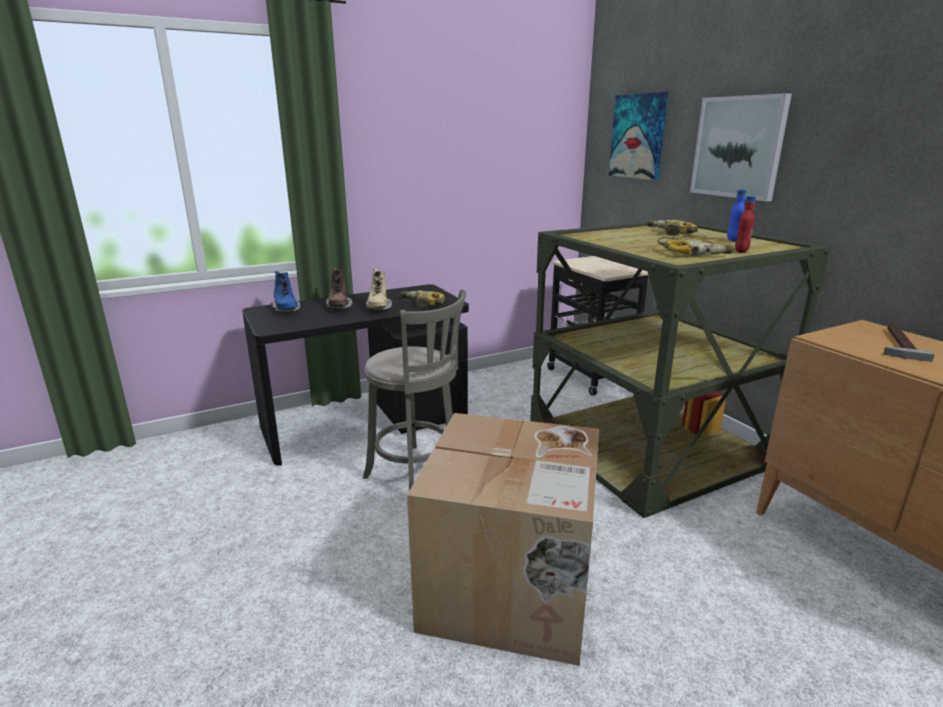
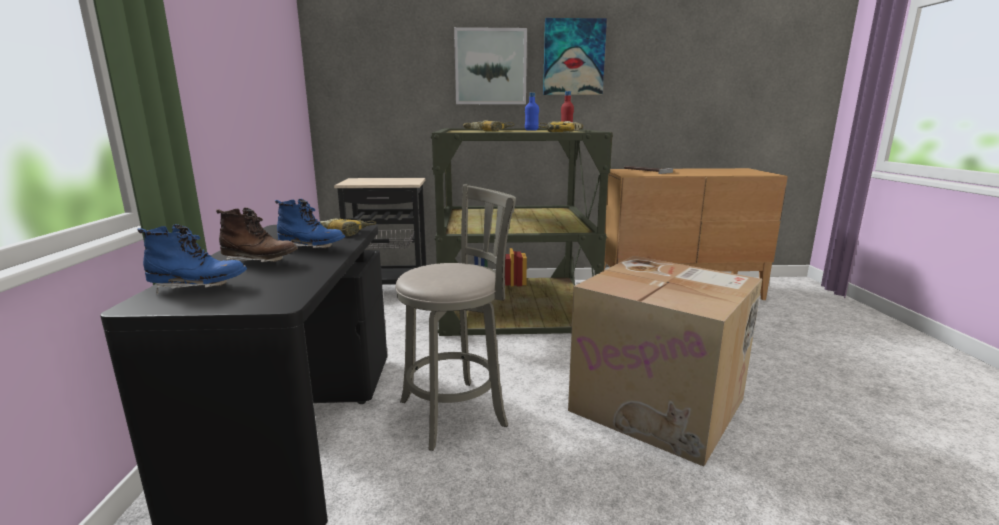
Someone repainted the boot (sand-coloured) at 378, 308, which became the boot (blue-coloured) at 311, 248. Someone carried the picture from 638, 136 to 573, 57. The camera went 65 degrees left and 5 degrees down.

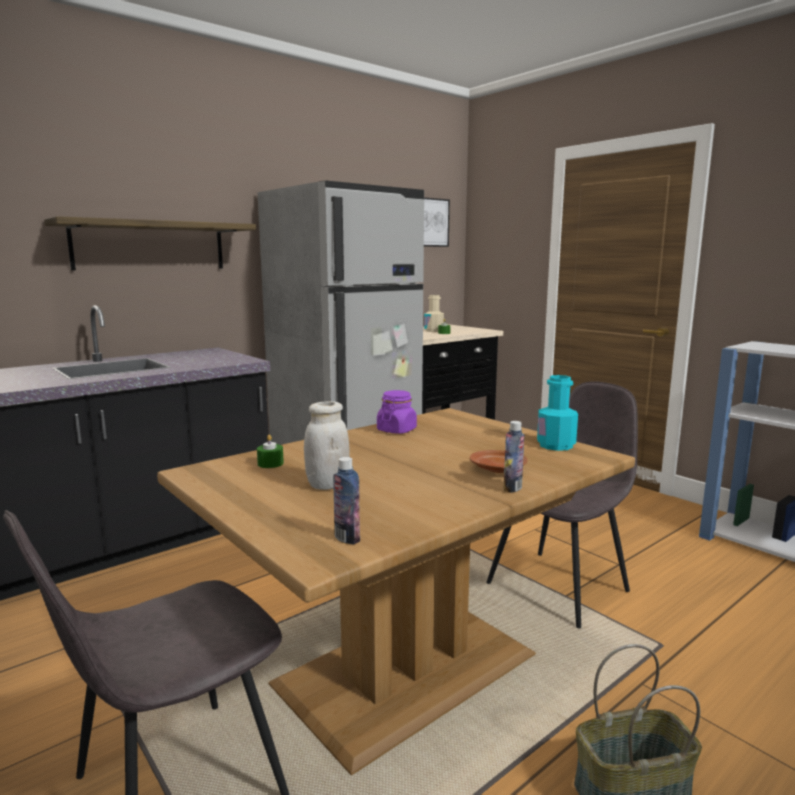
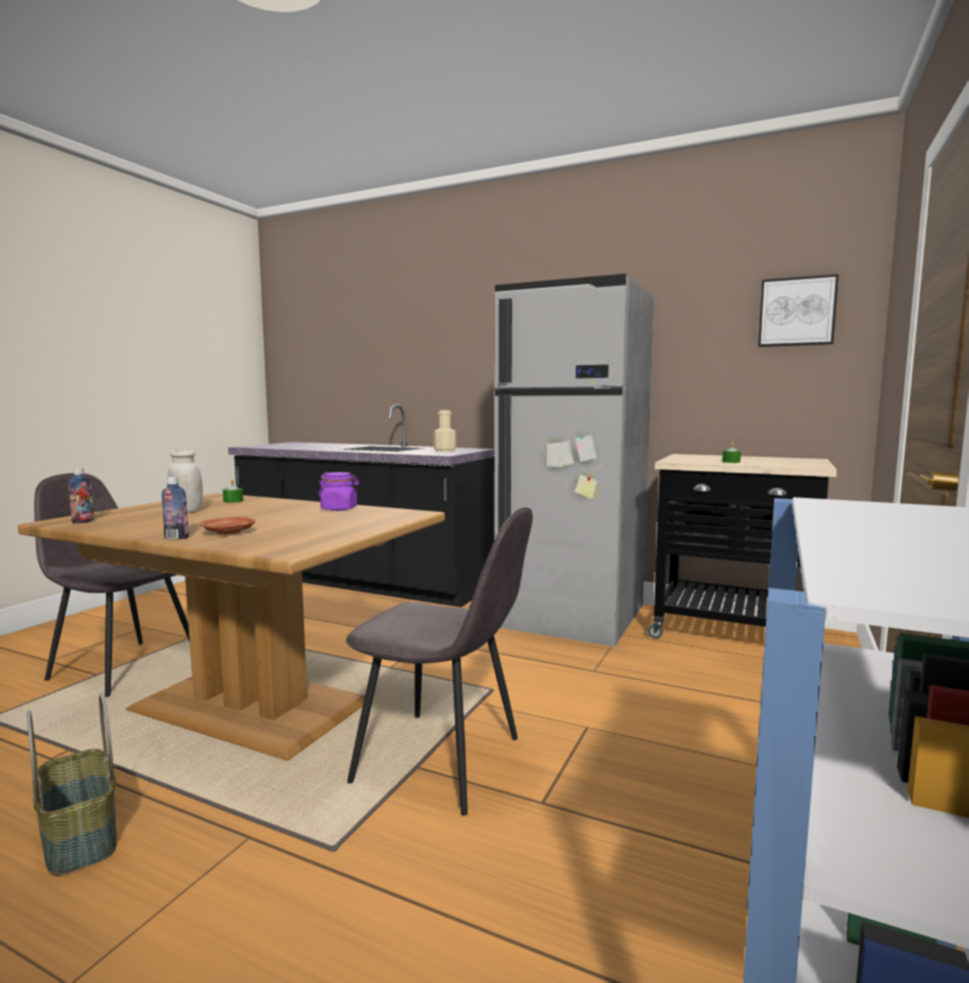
Someone carried the beverage bottle (sand-coloured) from 433, 331 to 445, 451. Someone took away the shelf at 150, 246. Someone took away the beverage bottle (turquoise-coloured) at 556, 445. The camera went 65 degrees right and 5 degrees down.

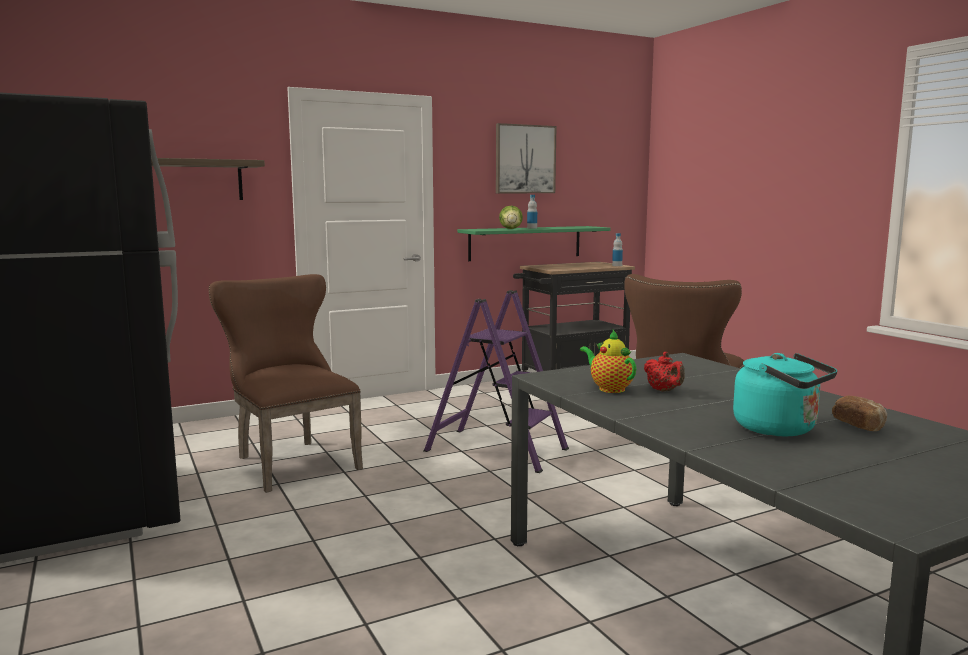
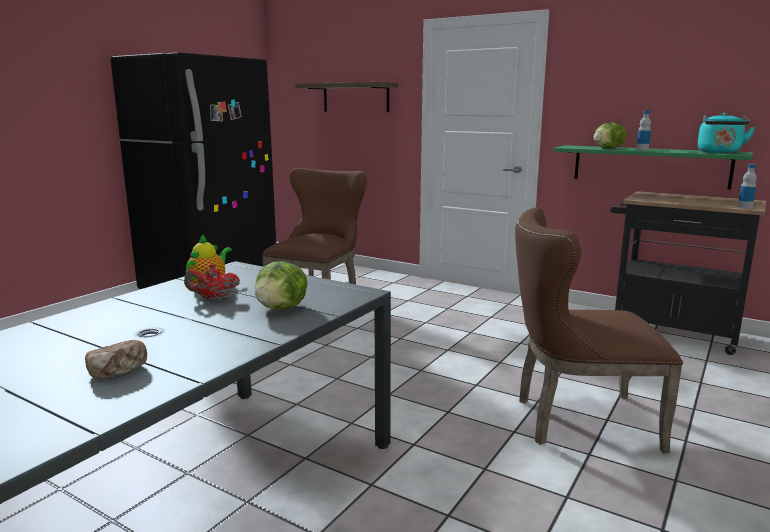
Someone rotated the teapot (red) at 664, 391 by 45 degrees clockwise. Someone put down the lettuce head at 282, 308. Someone carried the kettle (turquoise-coloured) from 780, 429 to 719, 152. Someone took away the step ladder (purple-coloured) at 494, 449. Someone took away the picture at 525, 159. The camera went 60 degrees right and 5 degrees up.

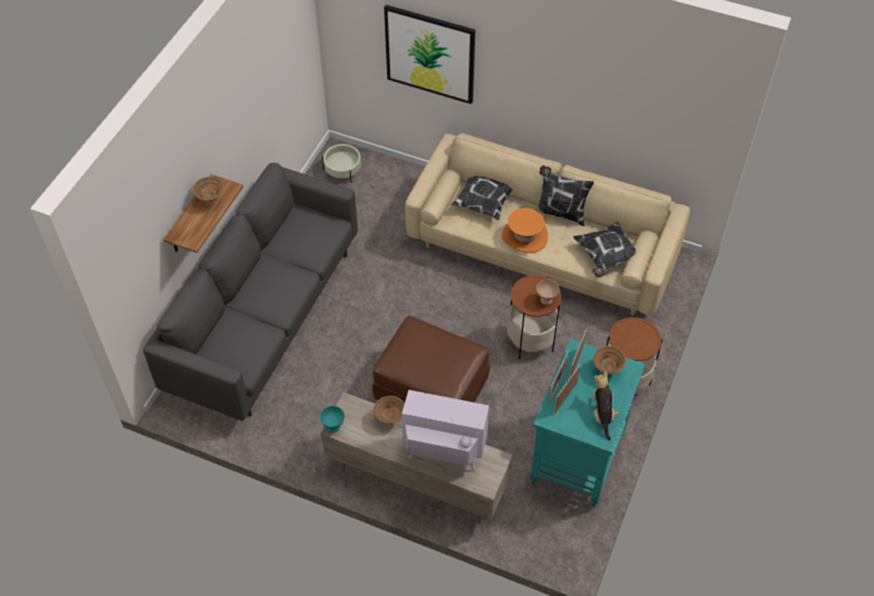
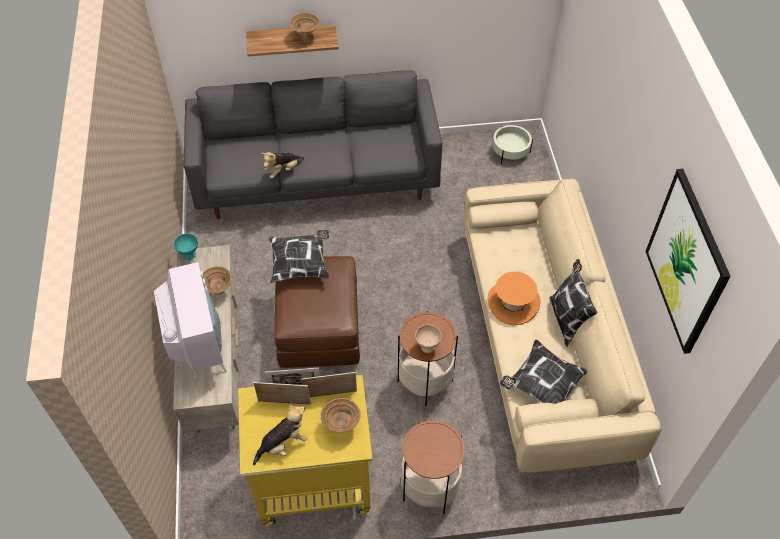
Someone repainted the cart (turquoise-coloured) at 577, 459, which became the cart (yellow) at 312, 484. Someone put down the plush toy at 283, 170. Someone carried the cushion from 483, 202 to 301, 264. Someone carried the picture from 430, 54 to 686, 262. The camera went 60 degrees right and 0 degrees up.

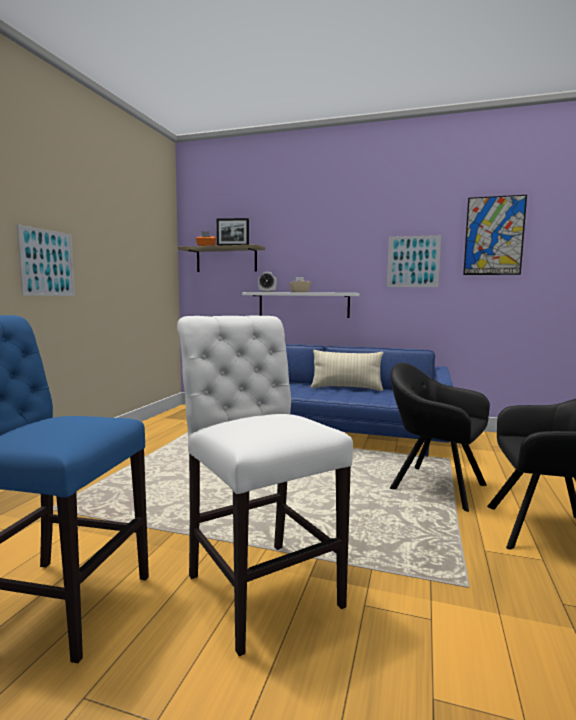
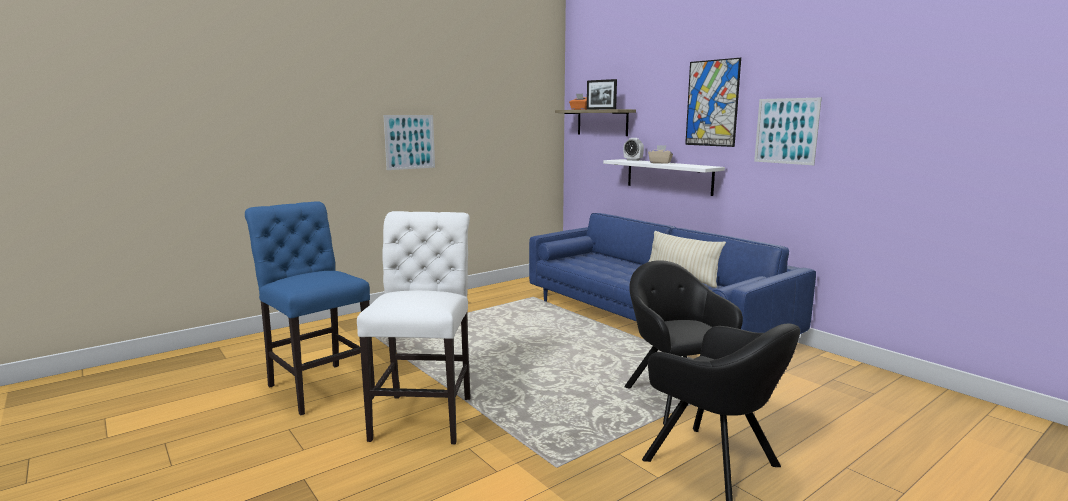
Someone carried the picture from 494, 236 to 712, 103. The camera went 35 degrees right and 5 degrees up.

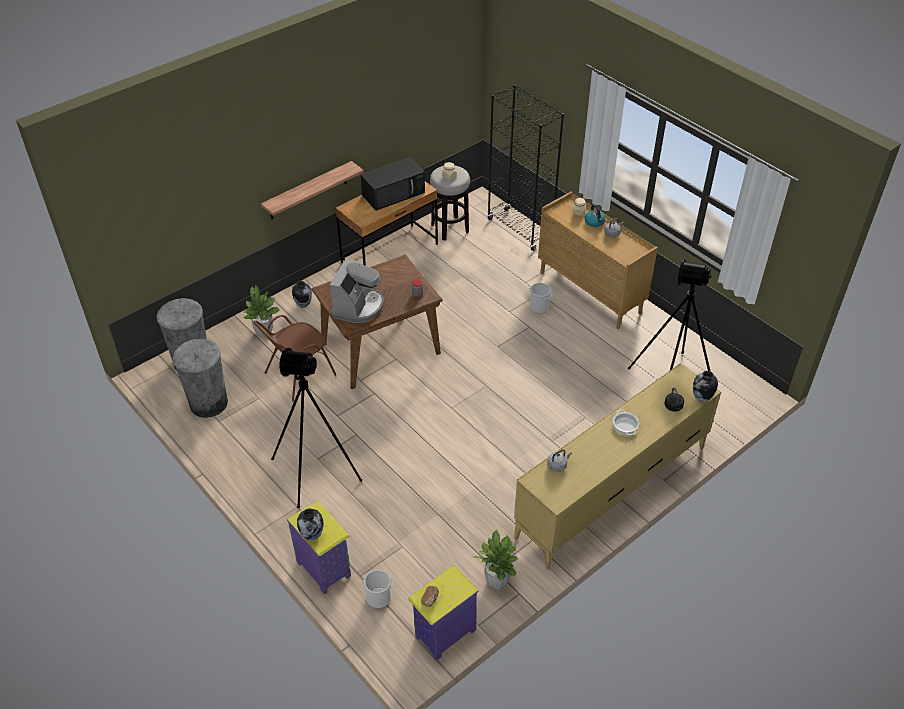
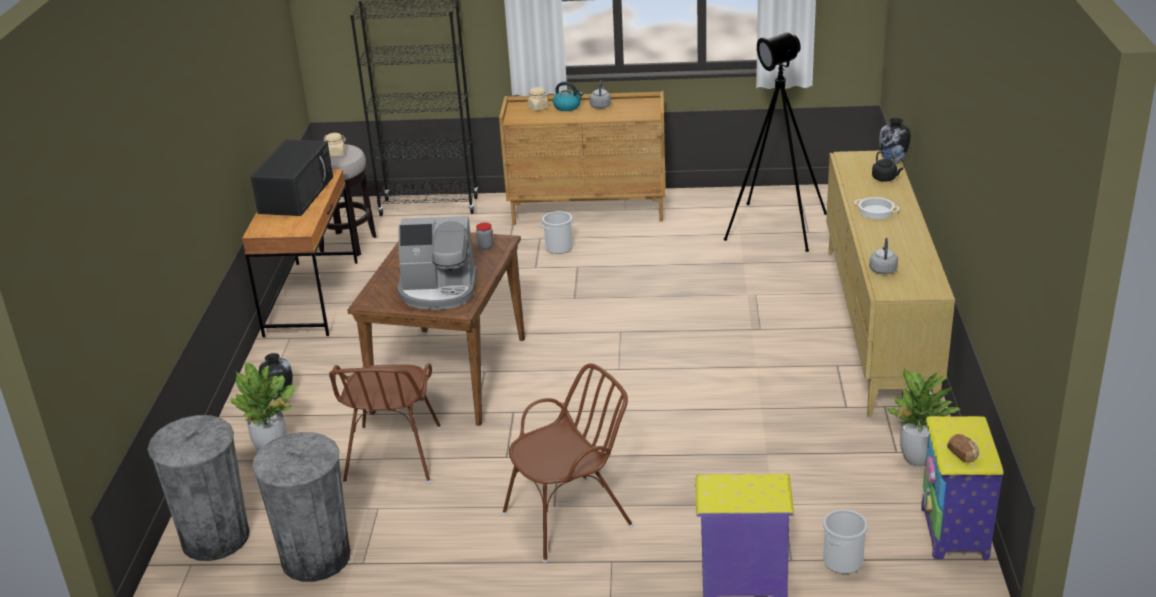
Someone rotated the coffee brewer at 358, 306 by 120 degrees clockwise. Someone swapped the floor lamp (black) at 316, 470 for the chair (brown-coloured) at 571, 516. Someone took away the shelf at 308, 191. Someone took away the vase at 312, 535. The camera went 45 degrees left and 15 degrees down.

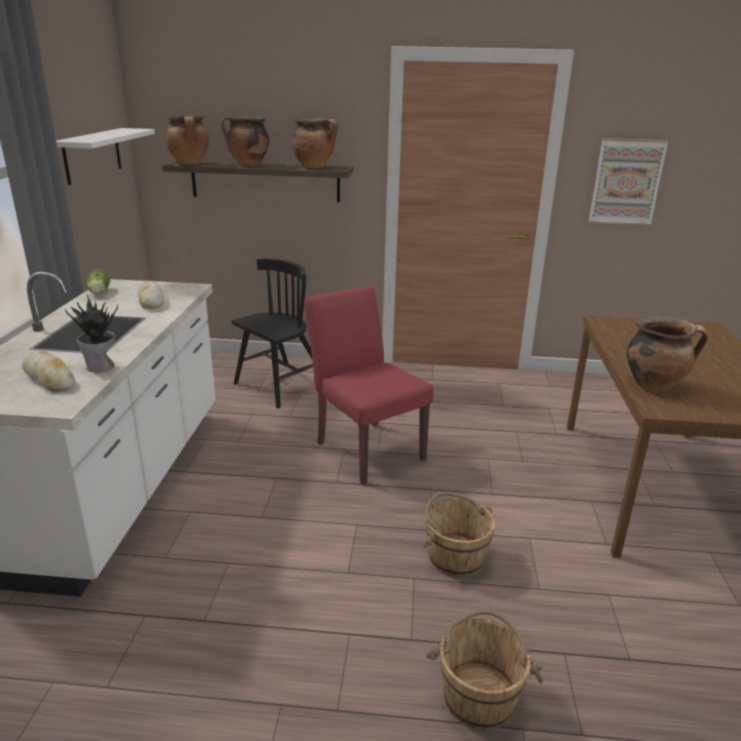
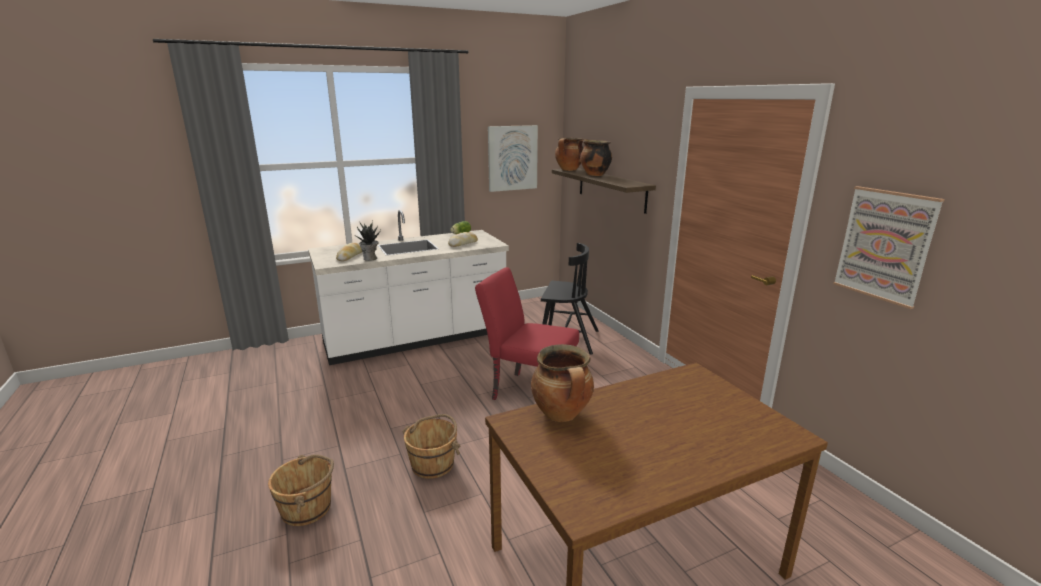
Someone rotated the chair (red) at 365, 447 by 90 degrees counterclockwise. Someone swapped the shelf (white) at 92, 155 for the picture at 512, 158. Someone took away the saucepot at 315, 167. The camera went 60 degrees right and 5 degrees down.

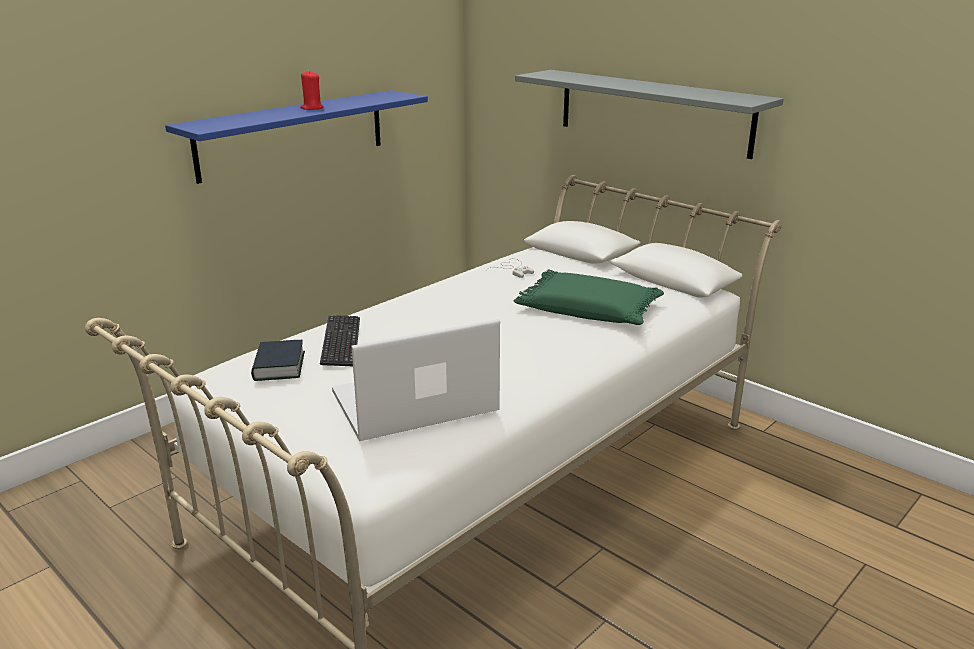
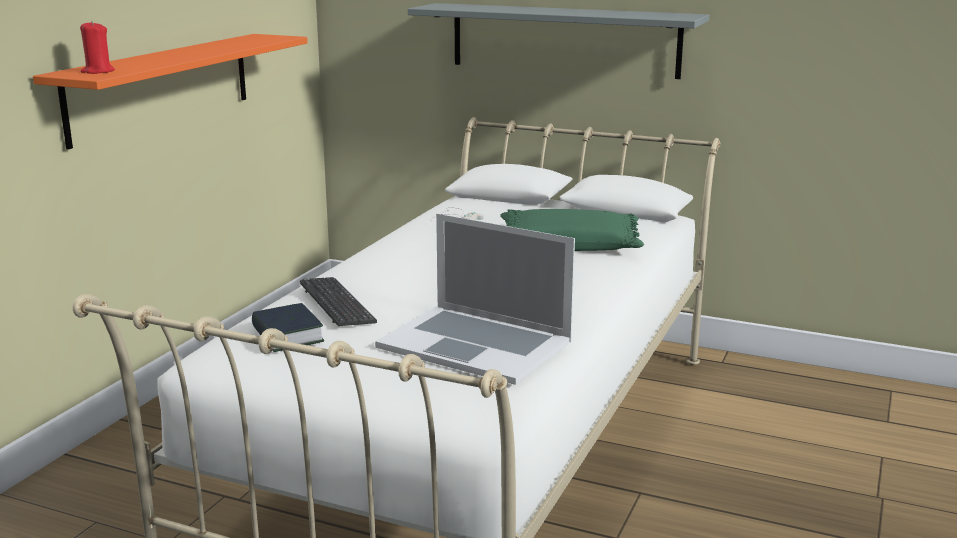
Someone repainted the shelf (blue-coloured) at 293, 134, which became the shelf (orange-coloured) at 161, 87. Someone carried the wax candle (red) from 312, 108 to 97, 72. Someone rotated the portable computer at 415, 402 by 105 degrees counterclockwise. The camera went 20 degrees left and 5 degrees down.

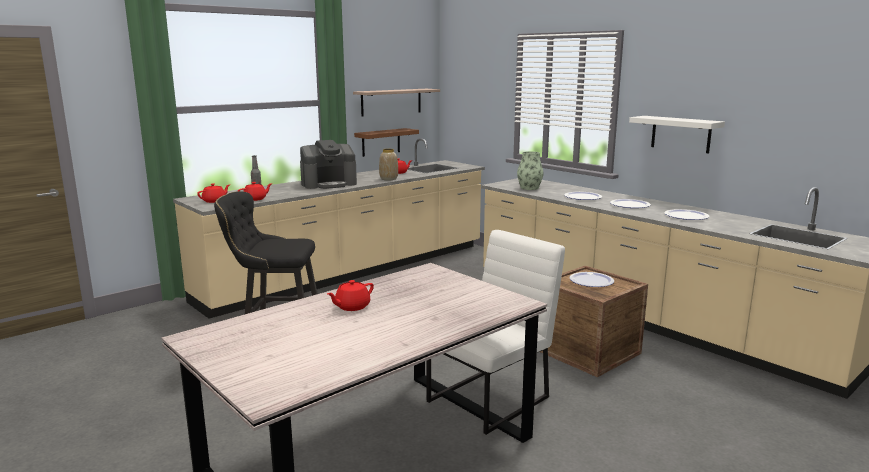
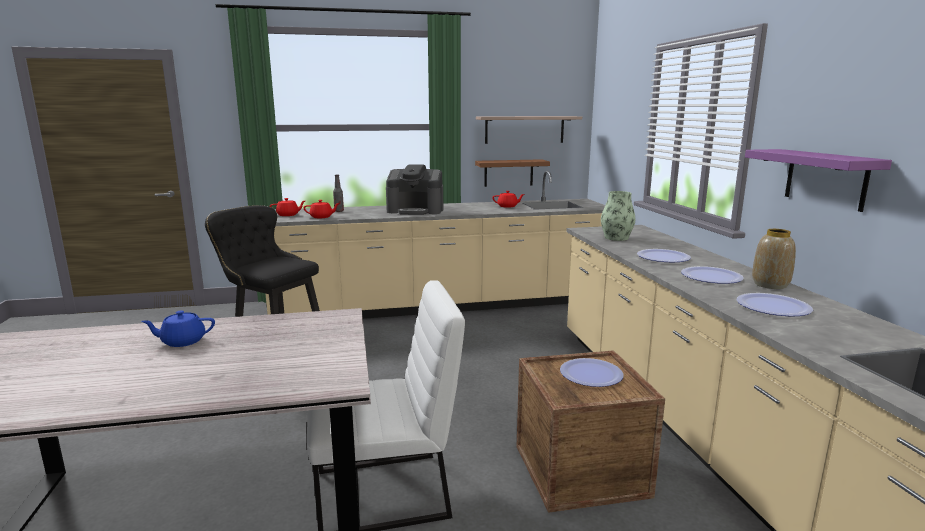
Someone repainted the teapot (red) at 351, 307, which became the teapot (blue-coloured) at 182, 341. Someone repainted the shelf (white) at 681, 134, which became the shelf (purple-coloured) at 825, 179. Someone carried the vase from 388, 179 to 769, 285. The camera went 30 degrees right and 0 degrees up.

